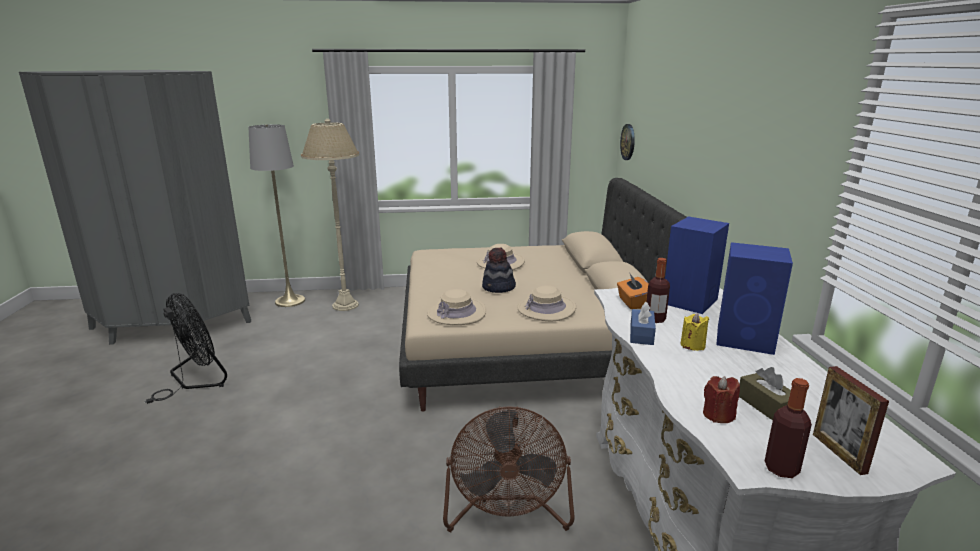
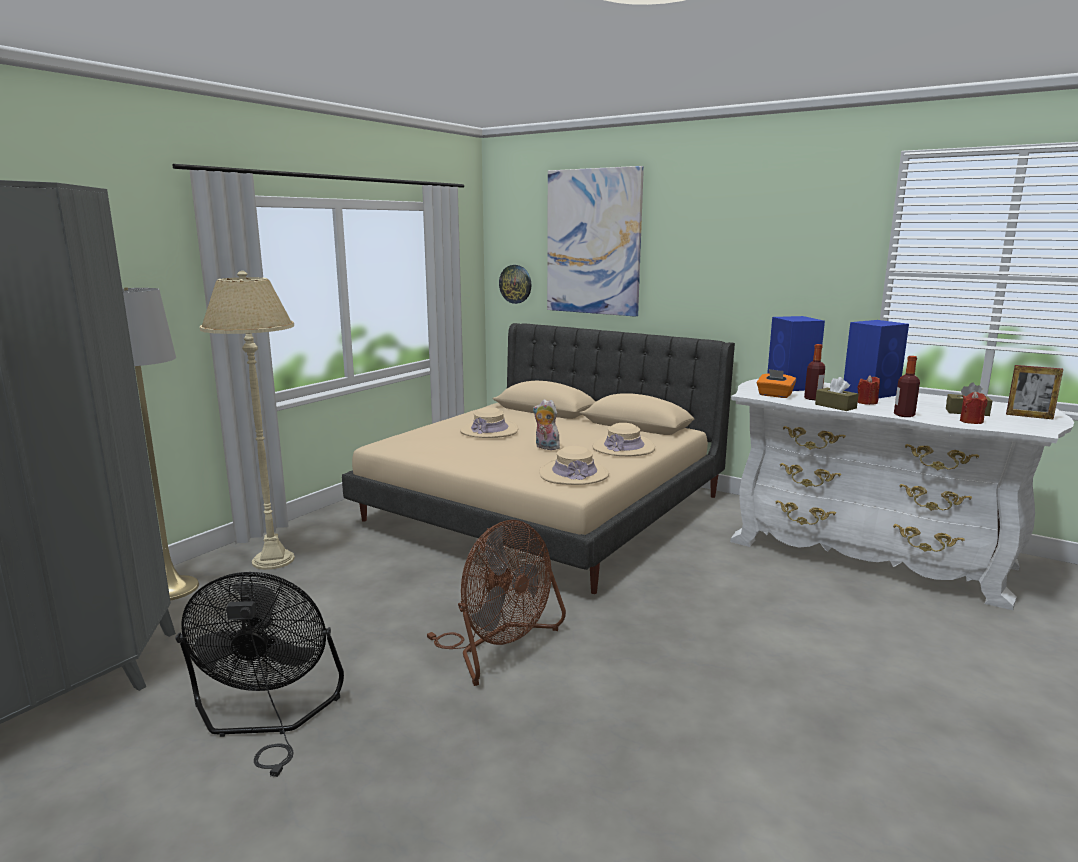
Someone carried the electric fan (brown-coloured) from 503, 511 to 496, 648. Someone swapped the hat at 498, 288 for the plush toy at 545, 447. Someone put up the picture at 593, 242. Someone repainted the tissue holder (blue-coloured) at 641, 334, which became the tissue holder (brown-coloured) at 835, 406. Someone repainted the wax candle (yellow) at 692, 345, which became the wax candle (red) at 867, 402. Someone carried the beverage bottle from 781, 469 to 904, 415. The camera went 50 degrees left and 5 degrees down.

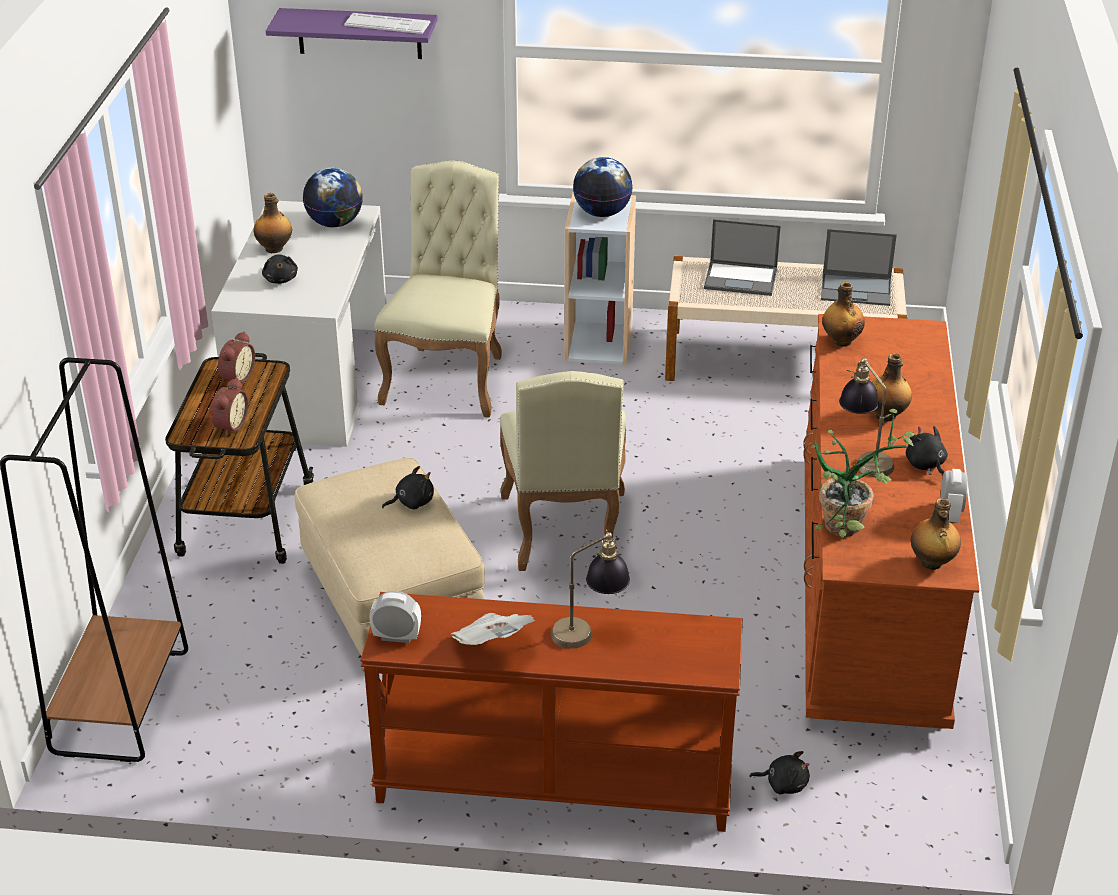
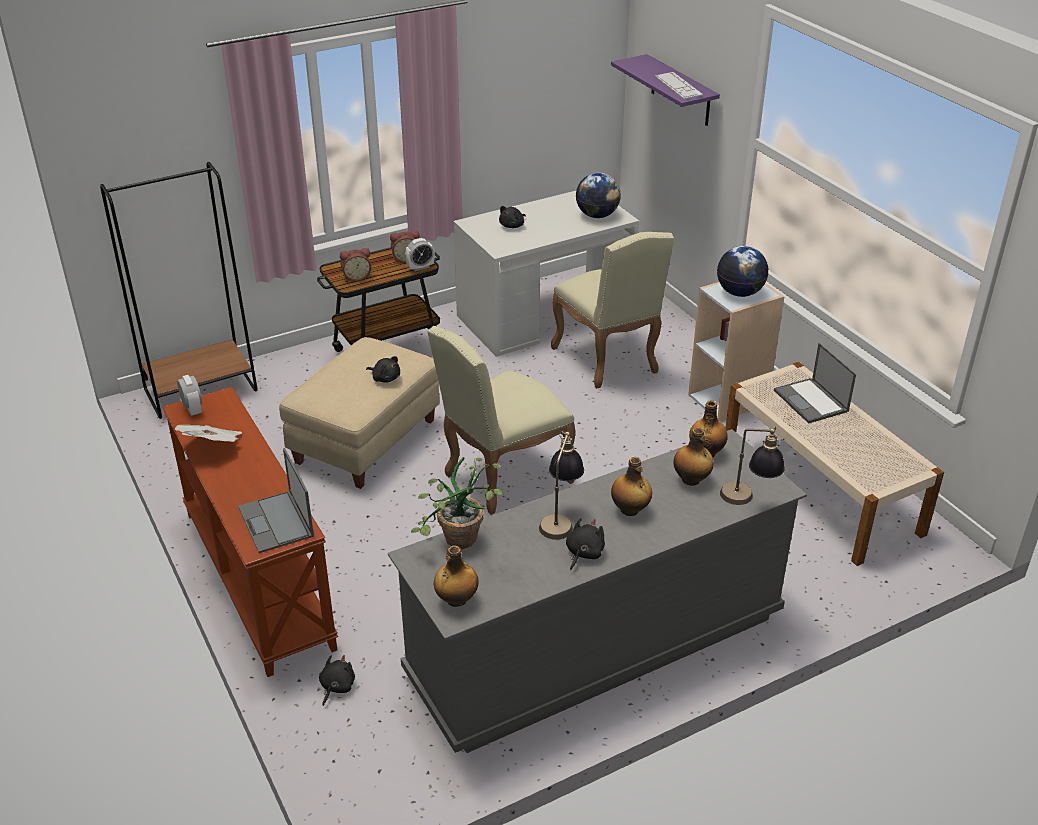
Someone carried the portable computer from 857, 289 to 276, 522. Someone rotated the plush toy (black) at 783, 784 by 135 degrees counterclockwise. Someone repainted the chest of drawers (brown-coloured) at 868, 585, which became the chest of drawers (greyish) at 596, 645. Someone carried the alarm clock from 949, 513 to 420, 267. Someone rotated the chair (sand-coloured) at 448, 379 by 90 degrees clockwise. Someone carried the beverage bottle from 275, 249 to 691, 480. Someone carried the table lamp from 589, 631 to 748, 500. The camera went 55 degrees right and 0 degrees up.

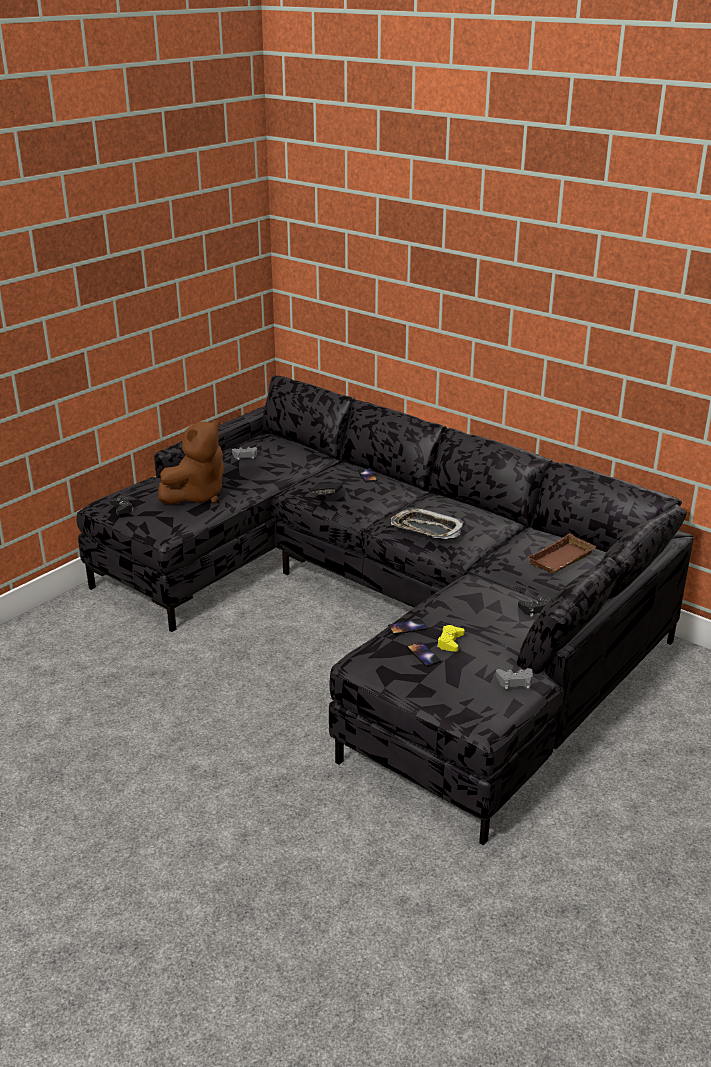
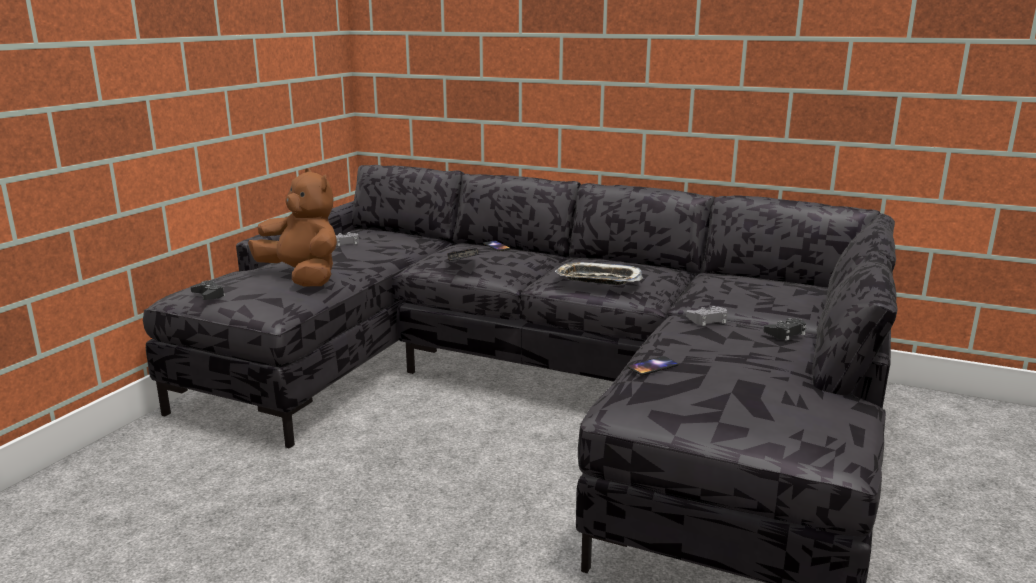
Someone rotated the plush toy (brown-coloured) at 197, 496 by 75 degrees counterclockwise. Someone carried the joypad (greyish) from 515, 681 to 708, 320. Someone took away the telephone at 423, 654. Someone took away the joypad (yellow) at 450, 642. Someone took away the tray (brown-coloured) at 562, 560. The camera went 15 degrees left and 10 degrees down.

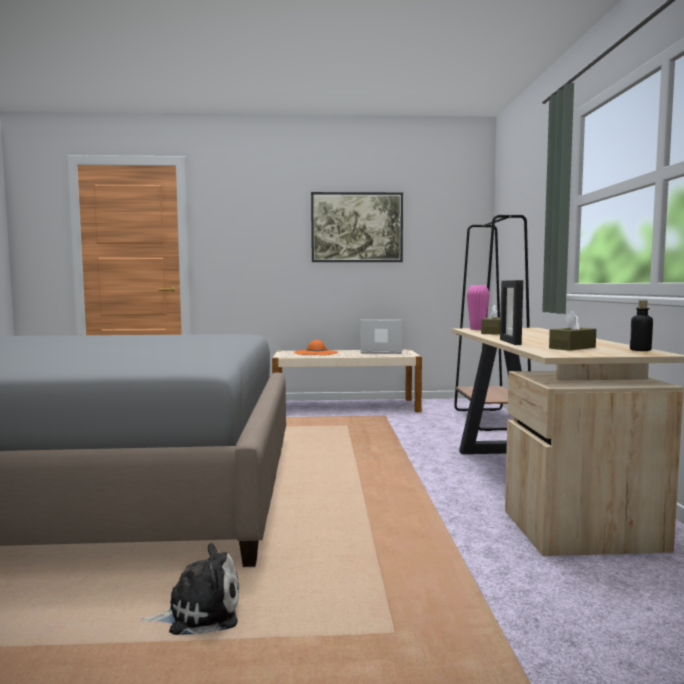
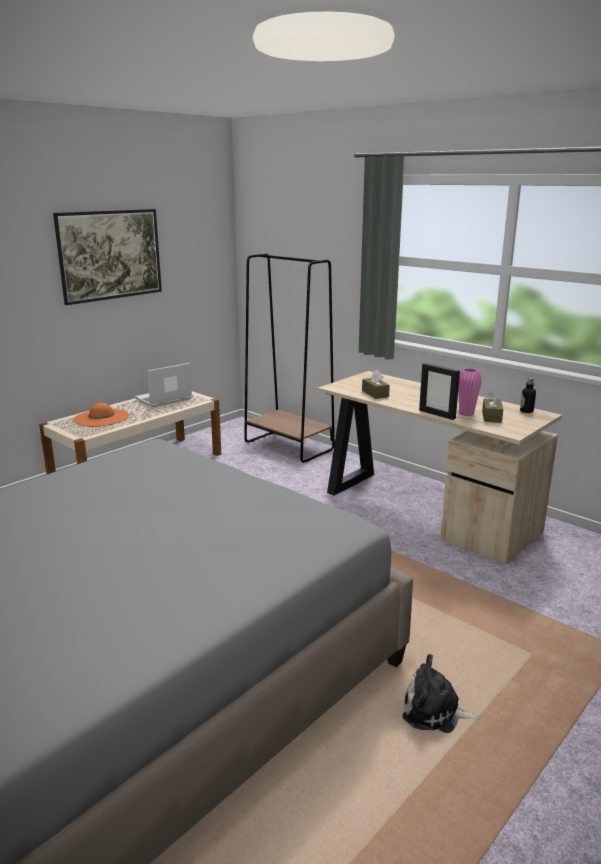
Someone rotated the plush toy at 199, 612 by 105 degrees counterclockwise. Someone carried the vase (pink-coloured) from 477, 329 to 466, 414. The camera went 45 degrees left and 15 degrees up.

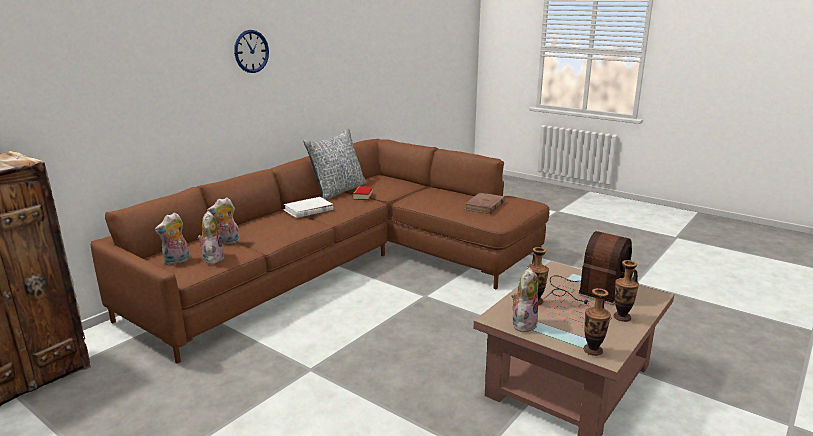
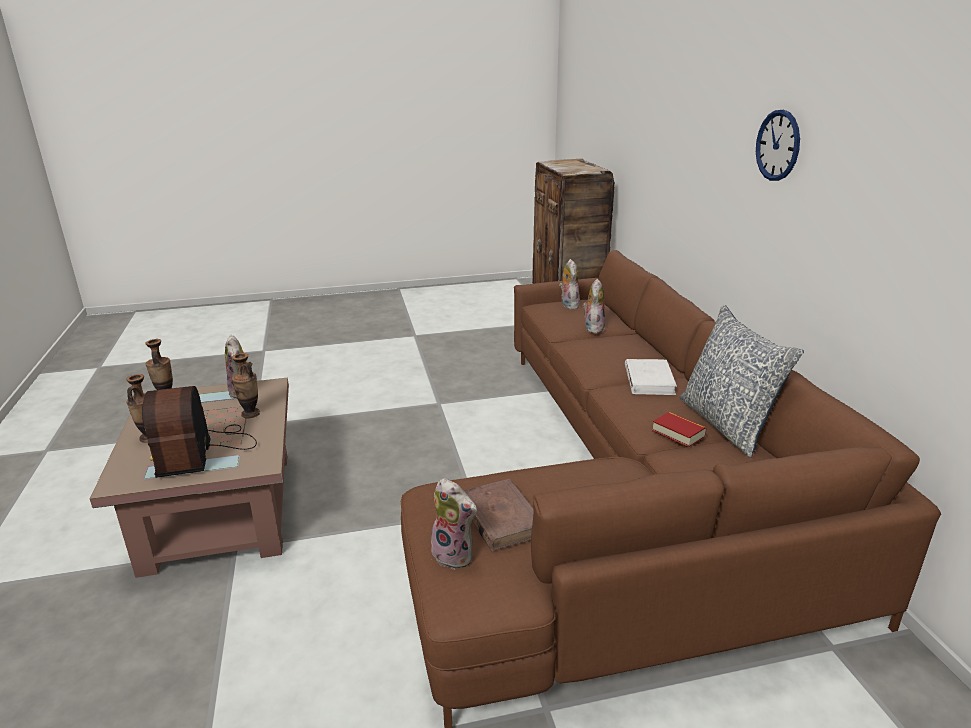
Someone carried the plush toy from 212, 258 to 455, 555. The camera went 130 degrees right and 5 degrees up.

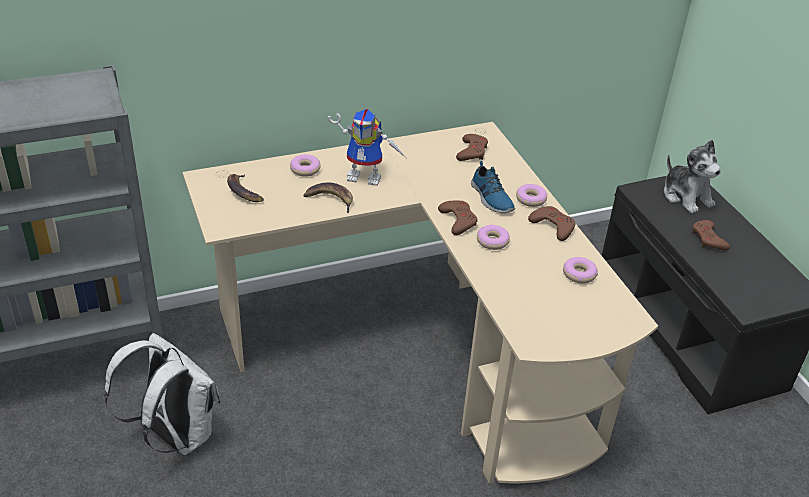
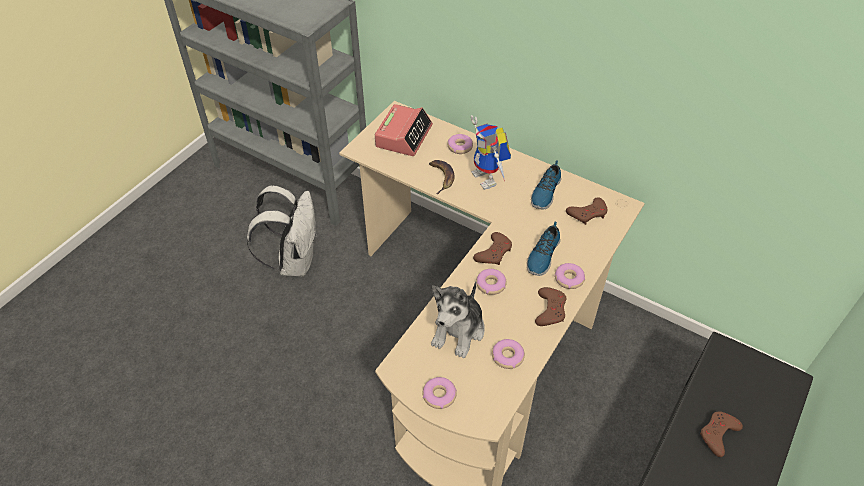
Someone swapped the whole banana at 243, 191 for the alarm clock at 404, 136. Someone put down the doughnut at 439, 395. Someone carried the plush toy from 686, 196 to 459, 330. Someone put down the shoe at 545, 192. The camera went 55 degrees right and 10 degrees up.

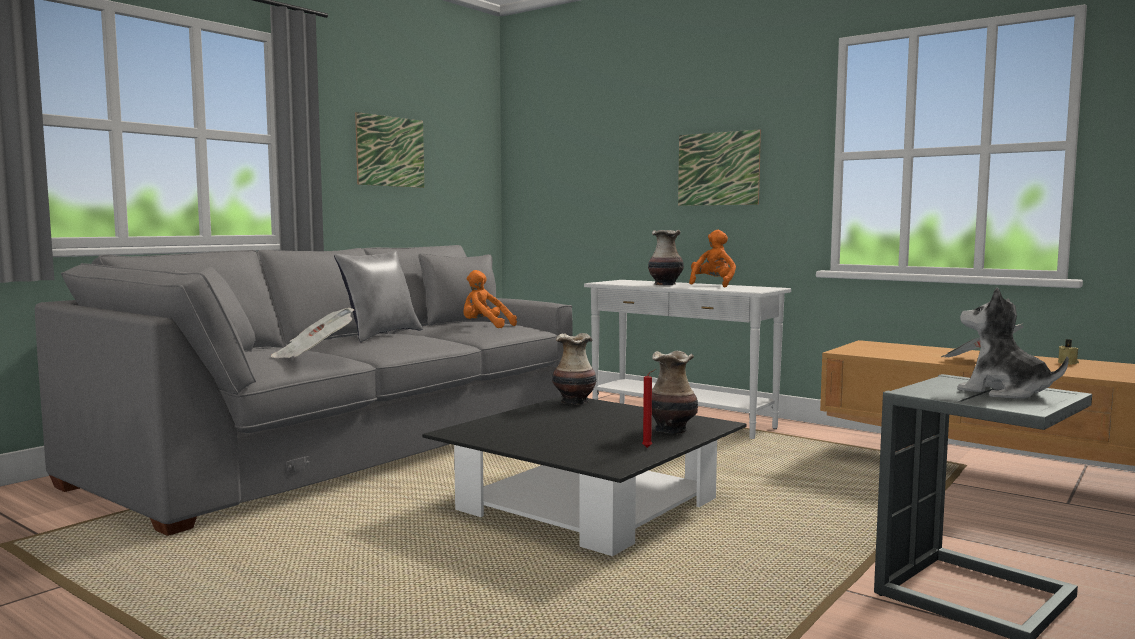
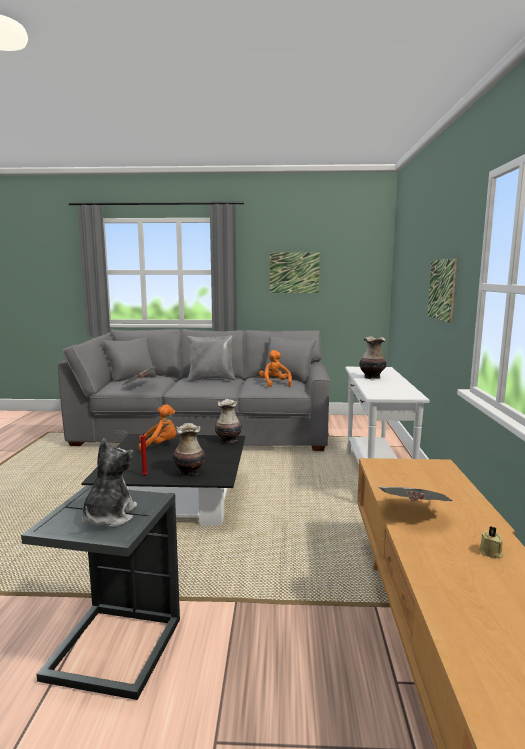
Someone carried the plush toy (orange-coloured) from 713, 285 to 160, 445. The camera went 55 degrees right and 5 degrees up.

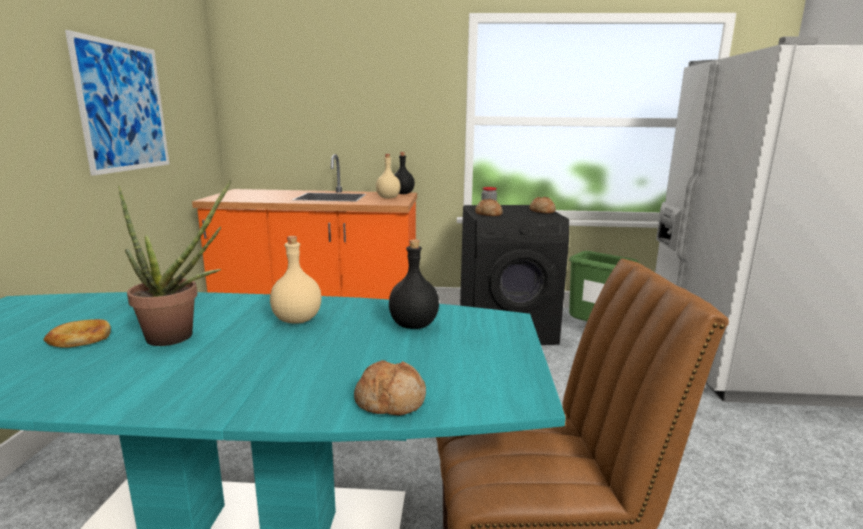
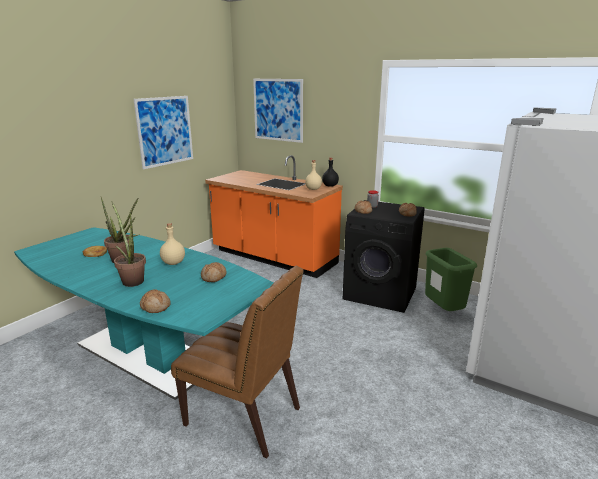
Someone put down the houseplant at 131, 280. Someone swapped the beverage bottle (black) at 414, 325 for the bakery bread at 214, 277. Someone put up the picture at 278, 110. The camera went 30 degrees right and 5 degrees up.

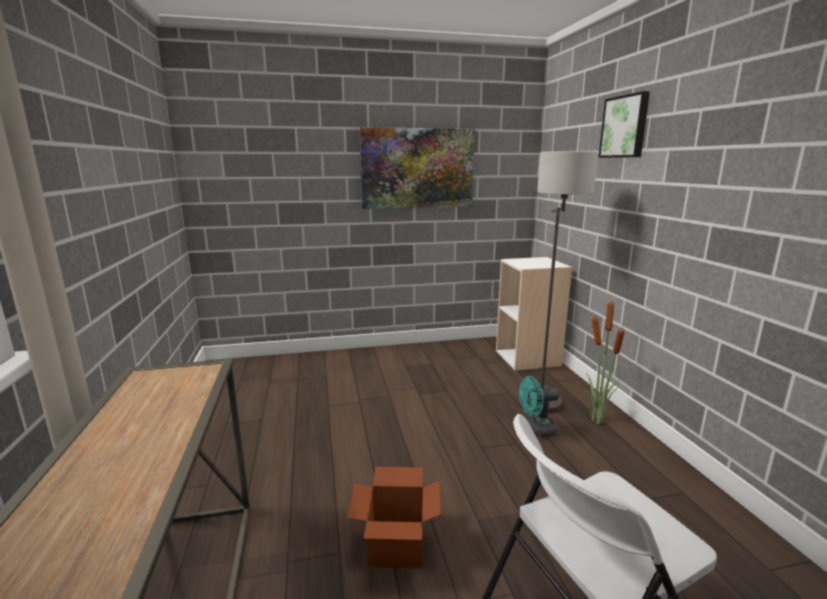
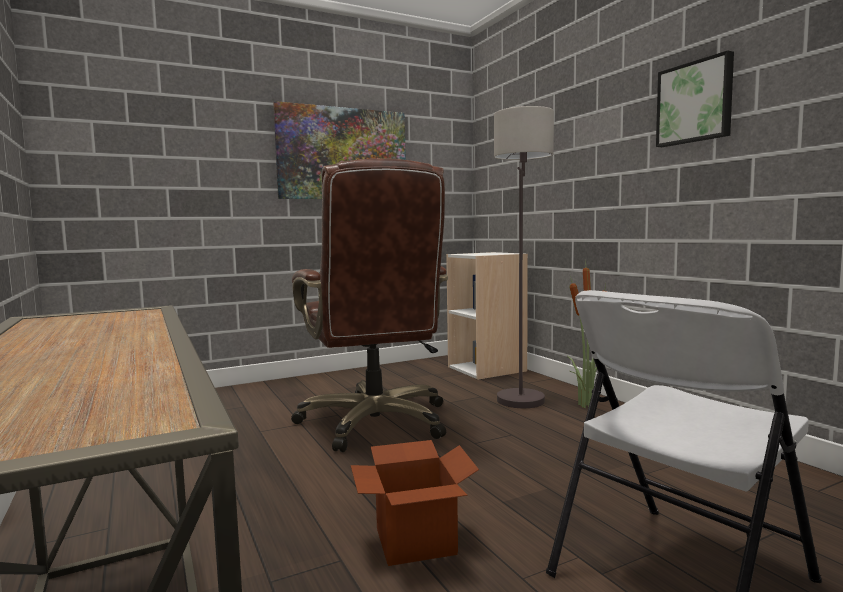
Someone put down the computer chair (brown-coloured) at 375, 421. Someone carried the picture from 625, 127 to 695, 102. Someone took away the electric fan (turquoise-coloured) at 536, 430. The camera went 15 degrees left and 10 degrees down.

